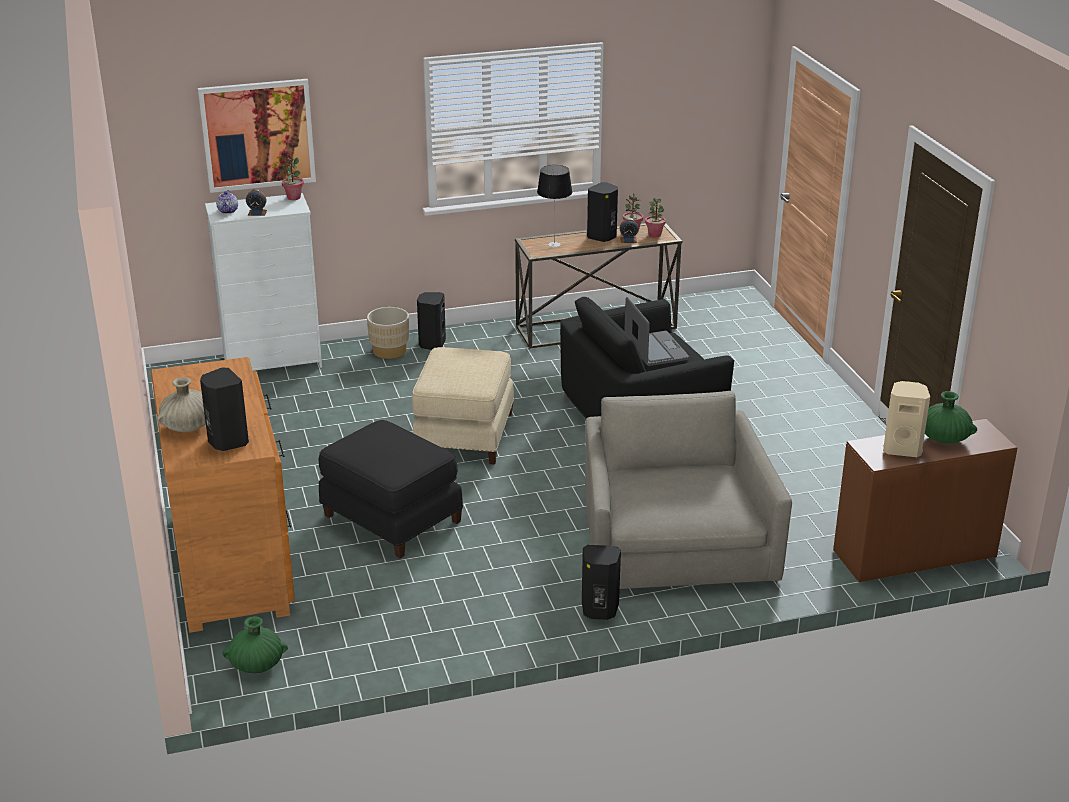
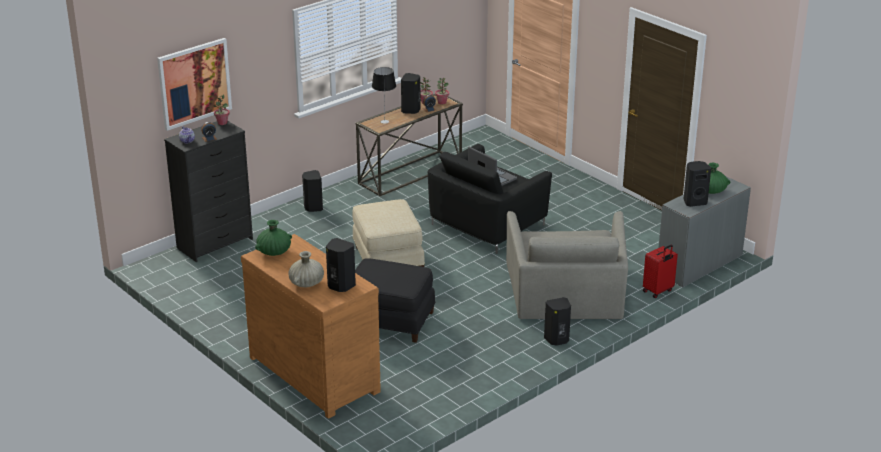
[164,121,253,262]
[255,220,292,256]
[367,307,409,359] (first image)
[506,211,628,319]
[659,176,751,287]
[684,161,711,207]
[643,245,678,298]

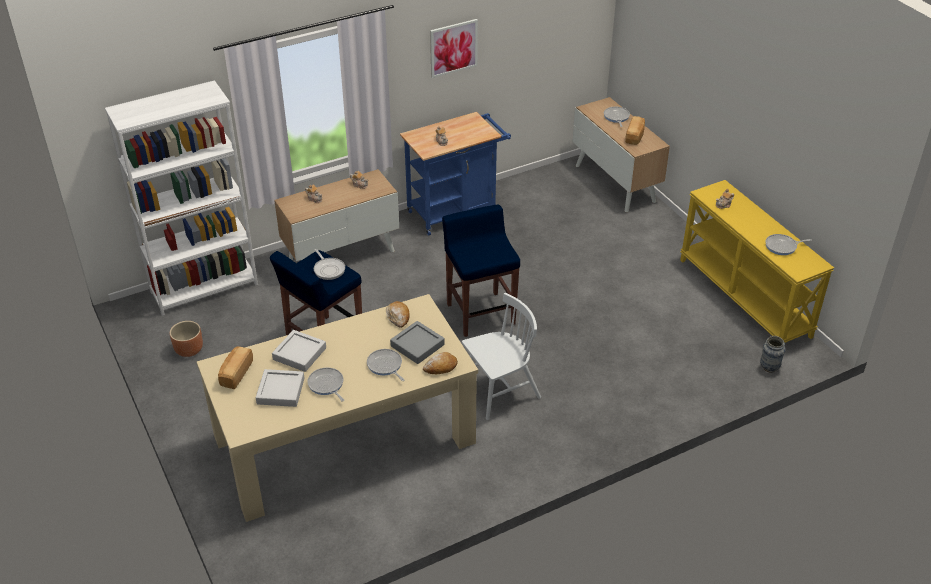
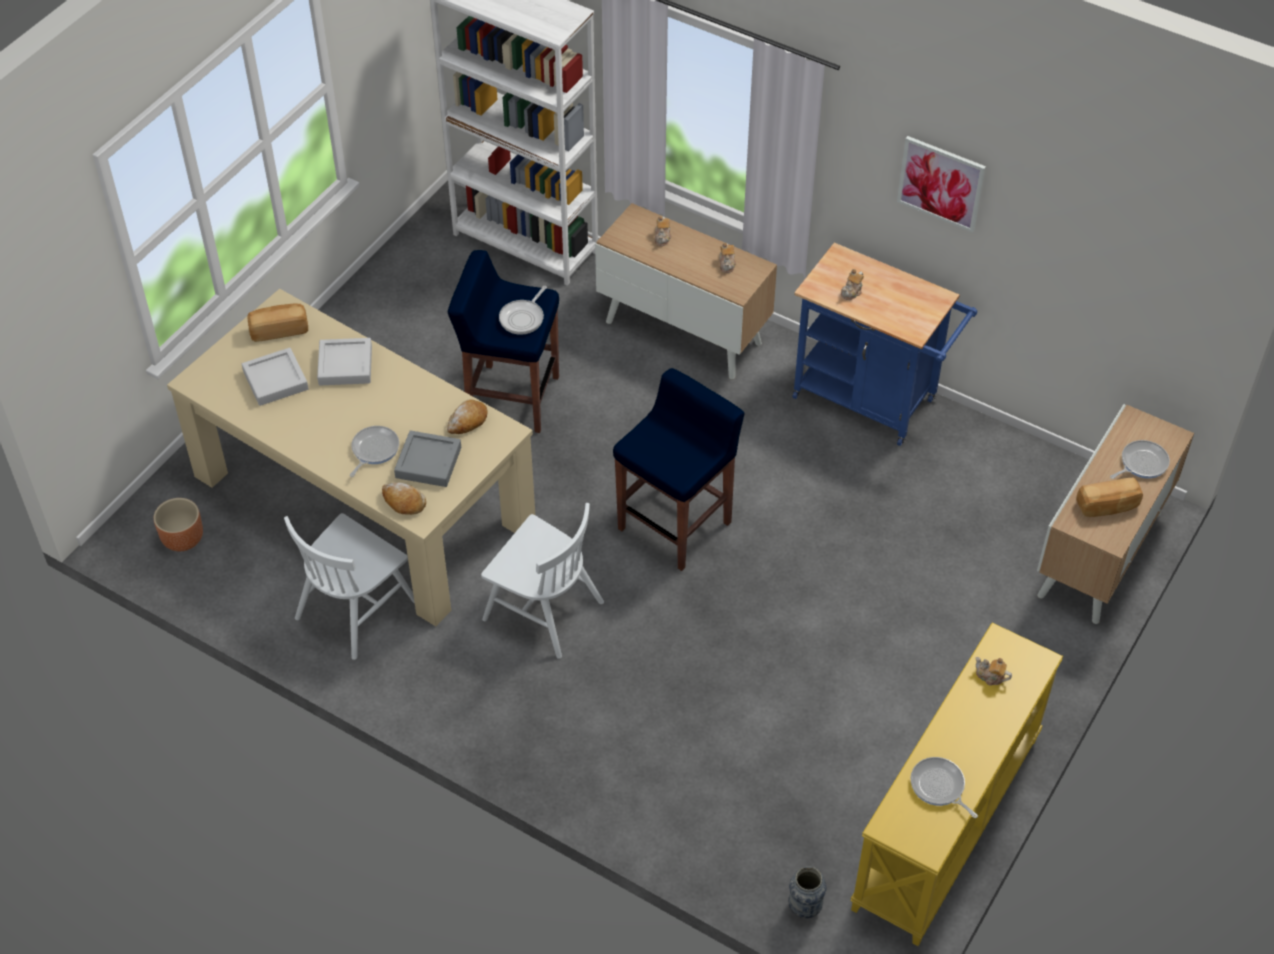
[154,498,203,551]
[307,368,344,402] (first image)
[284,513,415,660]

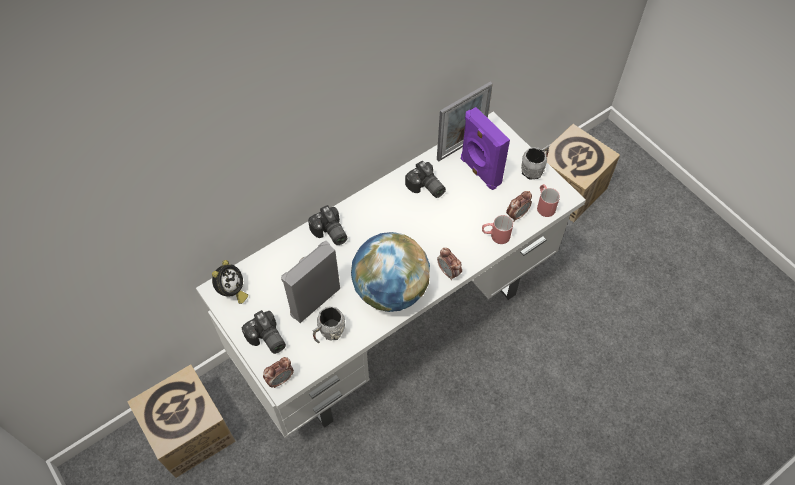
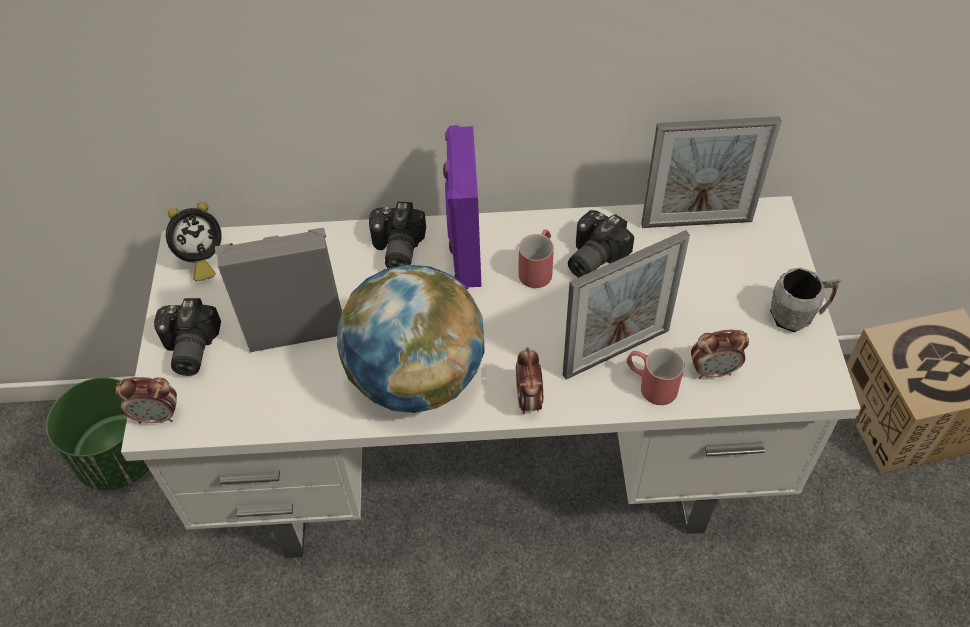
[46,377,149,490]
[312,307,345,343] (first image)
[568,210,634,278]
[443,125,482,289]
[518,229,554,288]
[563,230,690,380]

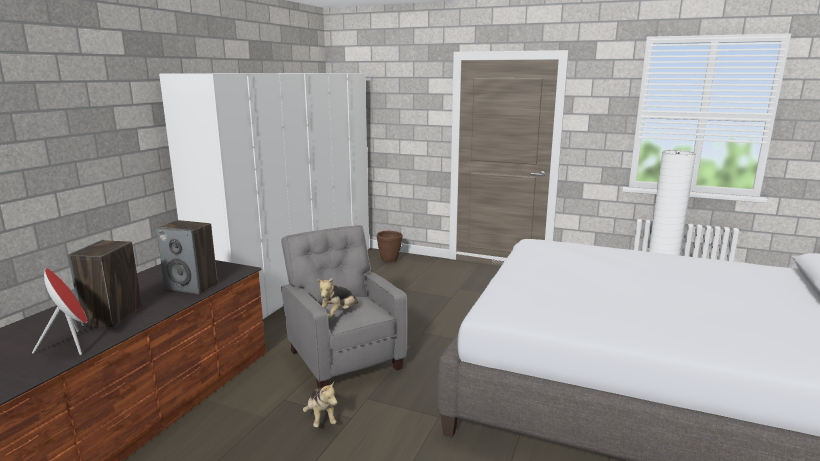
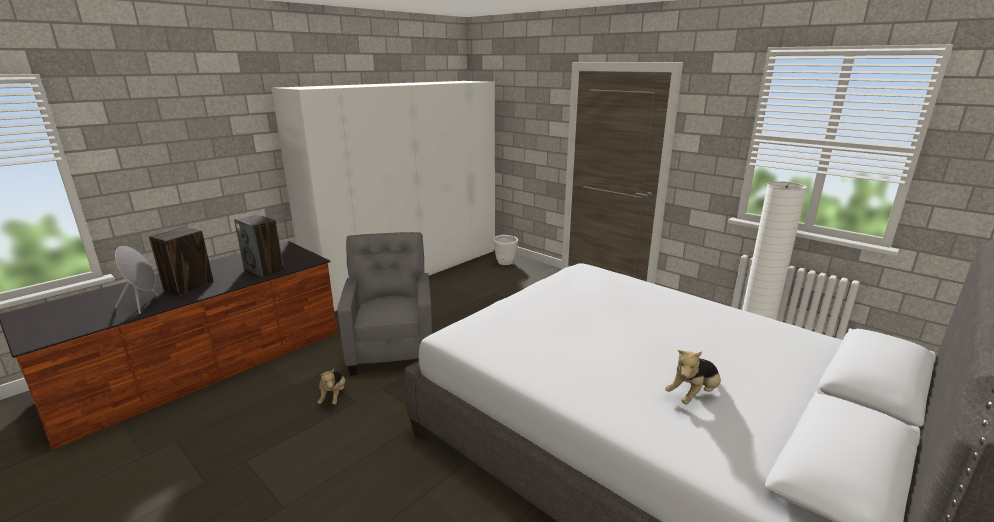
[115,246,158,314]
[665,350,721,404]
[493,235,518,265]

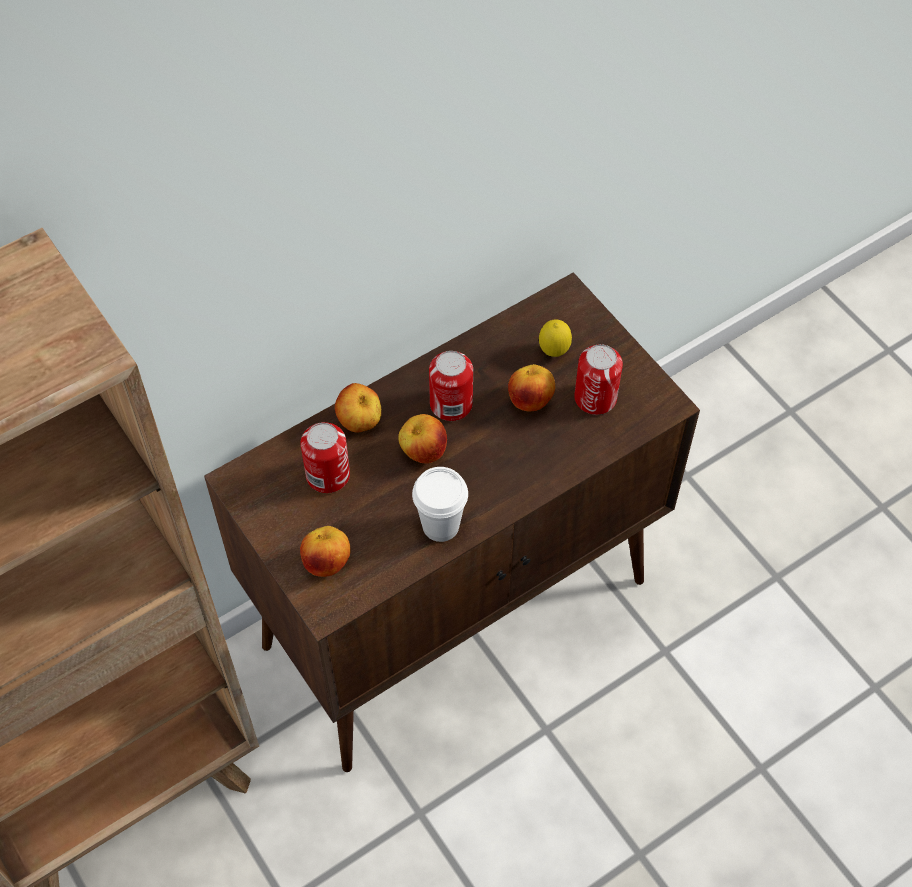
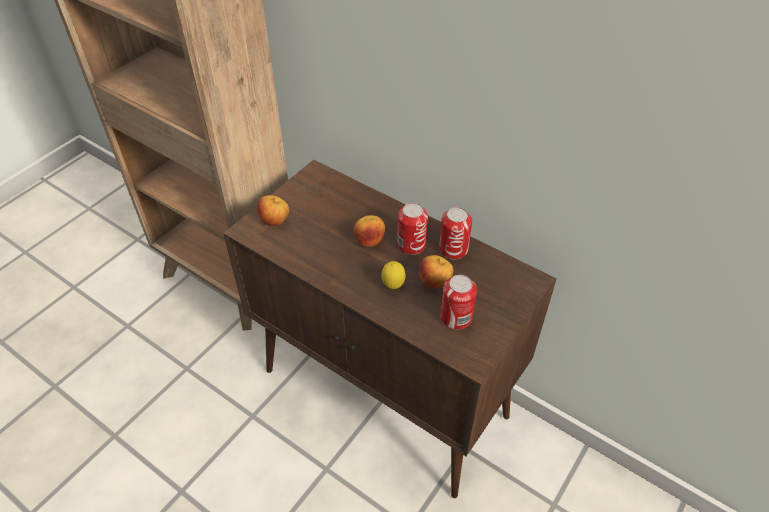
[439,207,472,259]
[335,383,381,433] (first image)
[412,467,468,542] (first image)
[381,261,406,289]

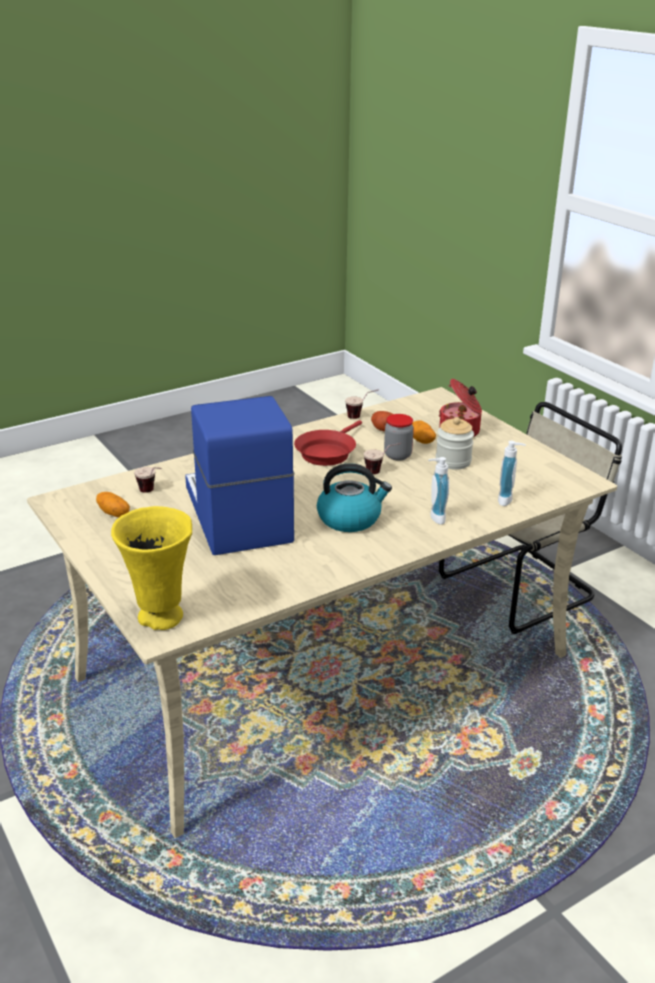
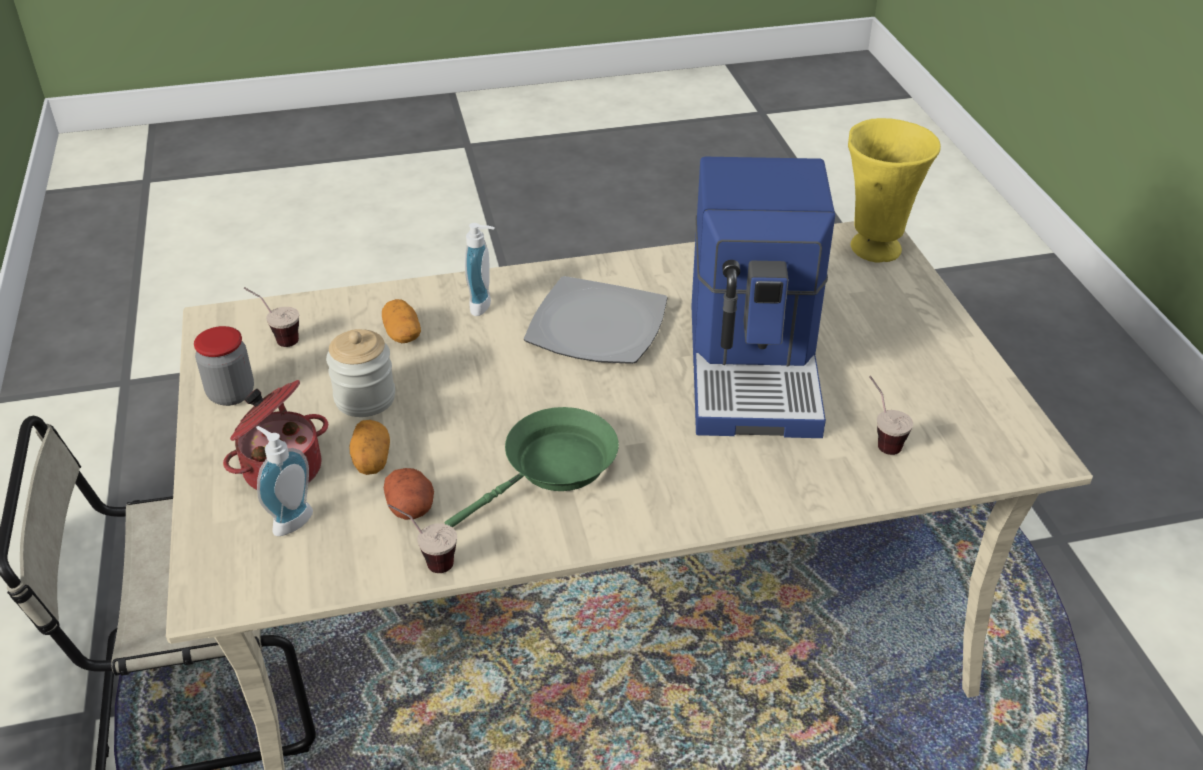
[382,299,421,343]
[445,407,619,528]
[524,276,667,364]
[244,287,299,347]
[194,326,254,406]
[256,426,313,536]

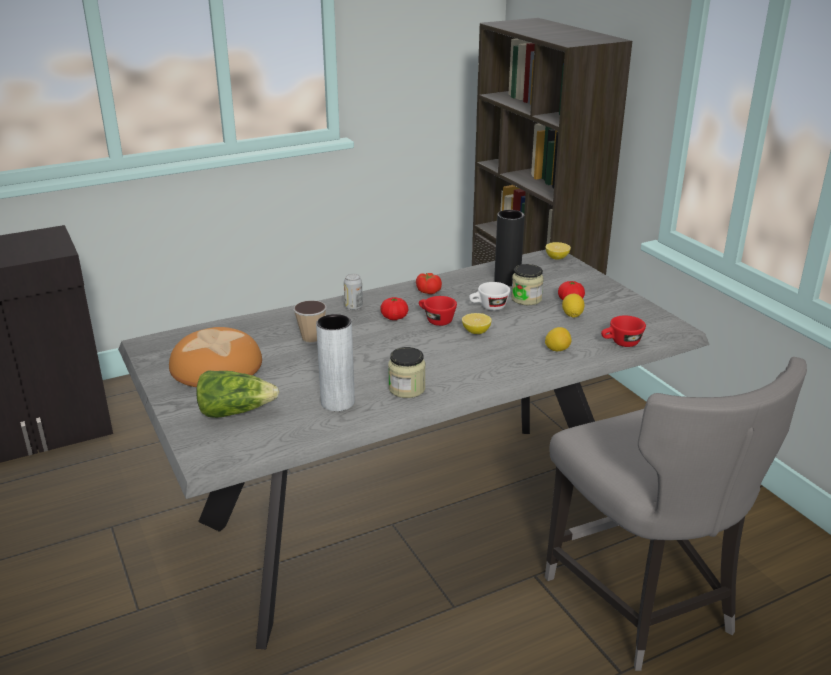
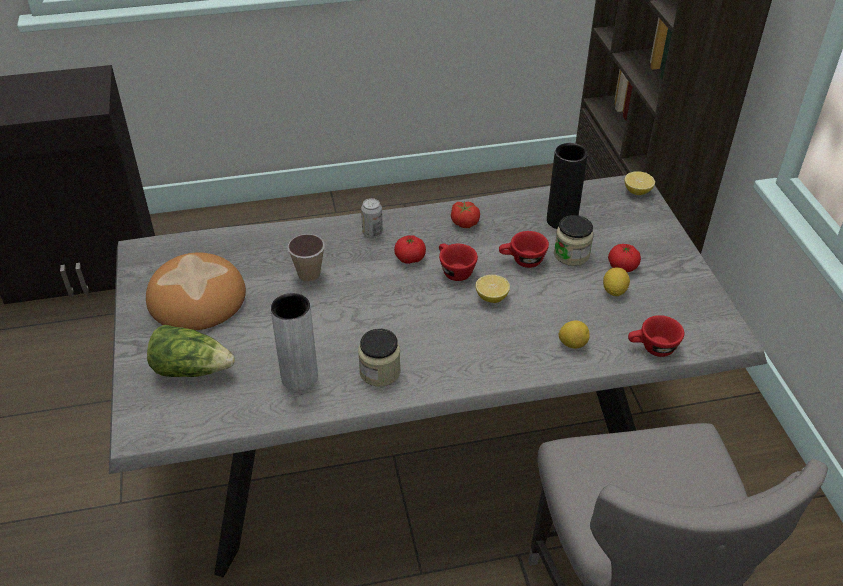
[499,231,549,268]

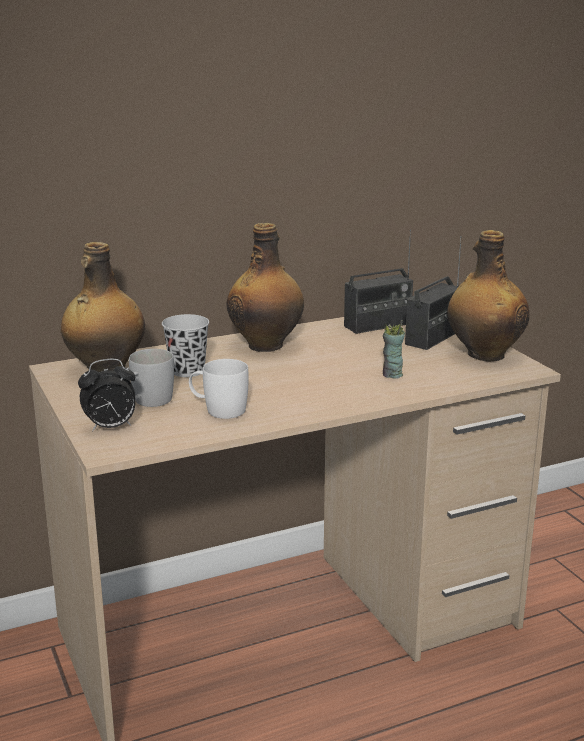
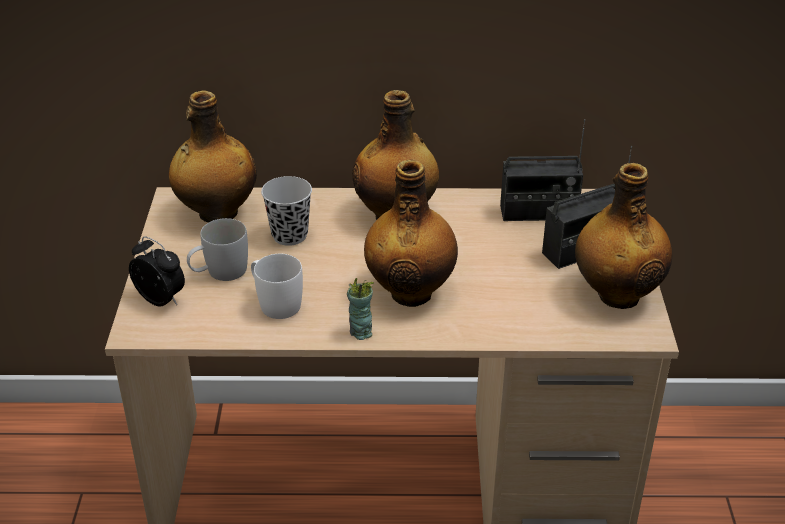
[129,236,185,306]
[347,278,374,340]
[364,160,458,307]

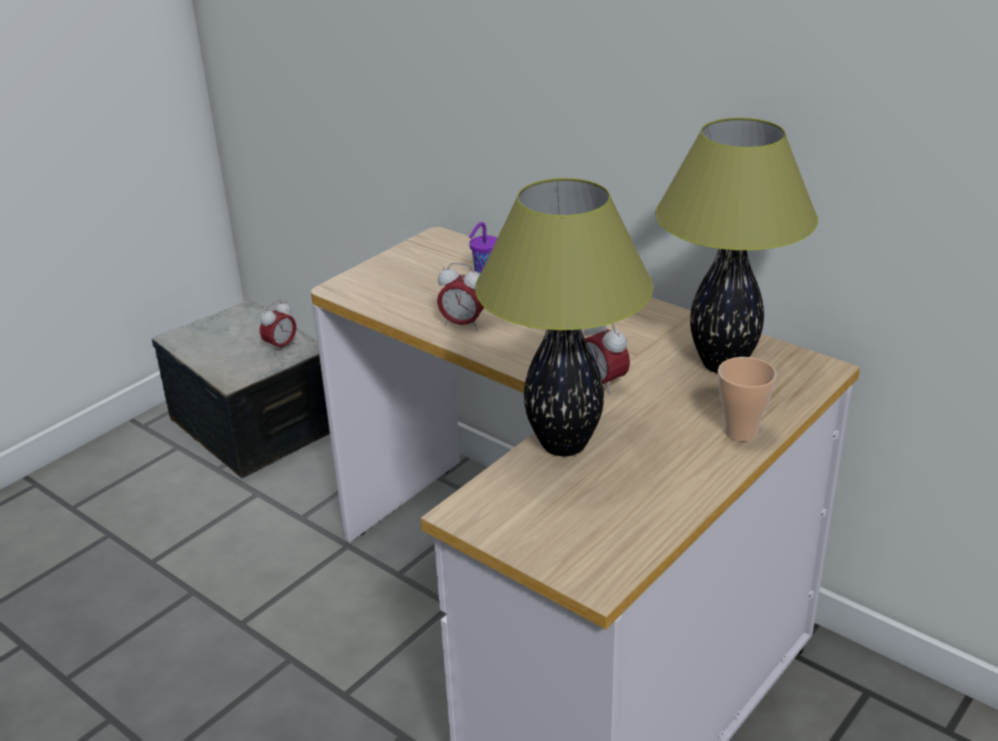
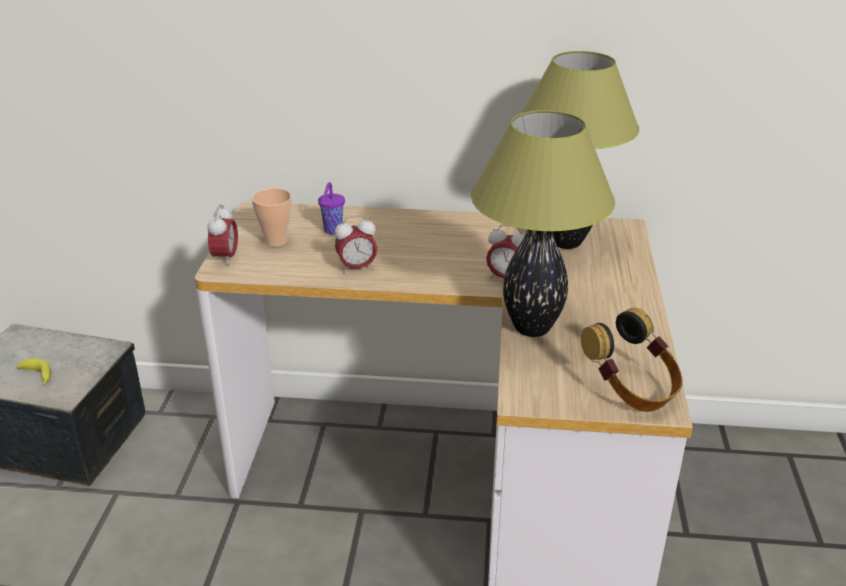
[208,204,238,266]
[251,188,292,247]
[16,358,51,386]
[581,308,683,412]

